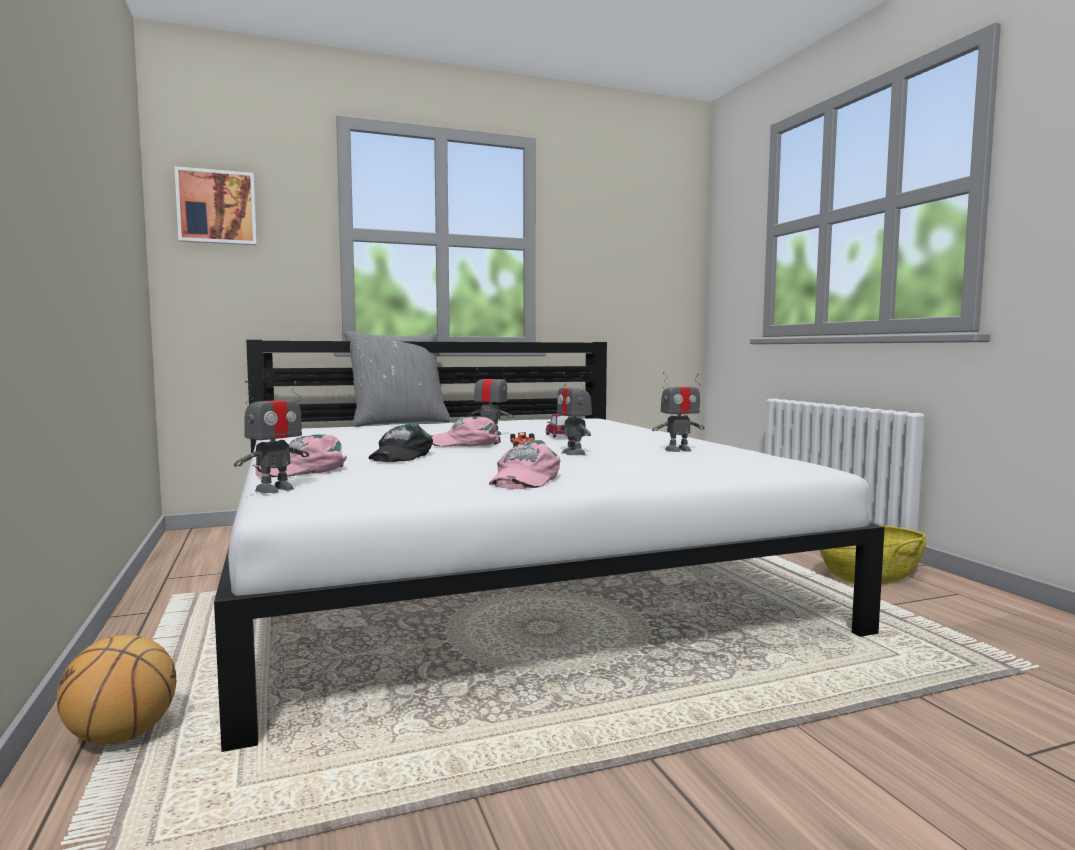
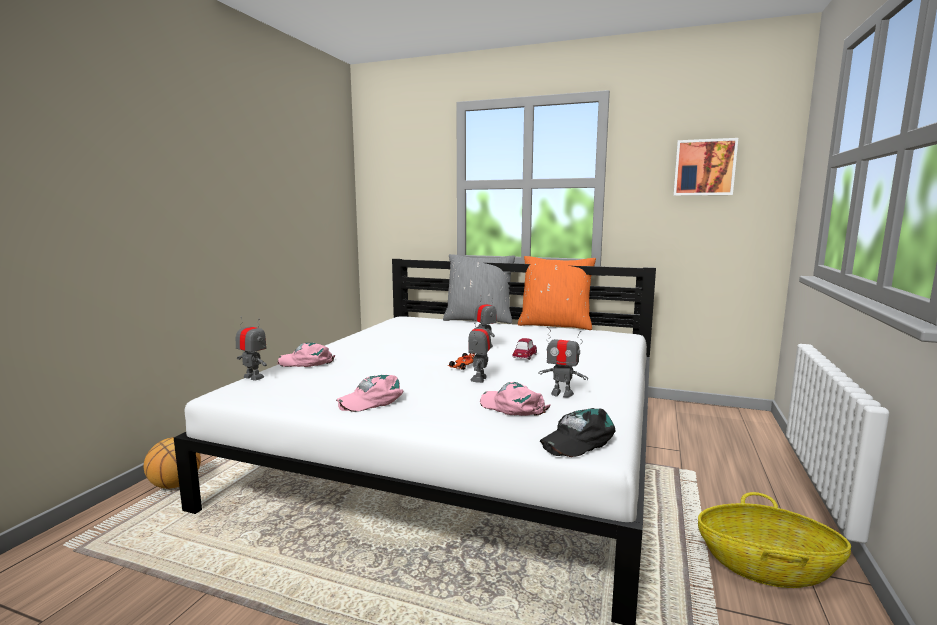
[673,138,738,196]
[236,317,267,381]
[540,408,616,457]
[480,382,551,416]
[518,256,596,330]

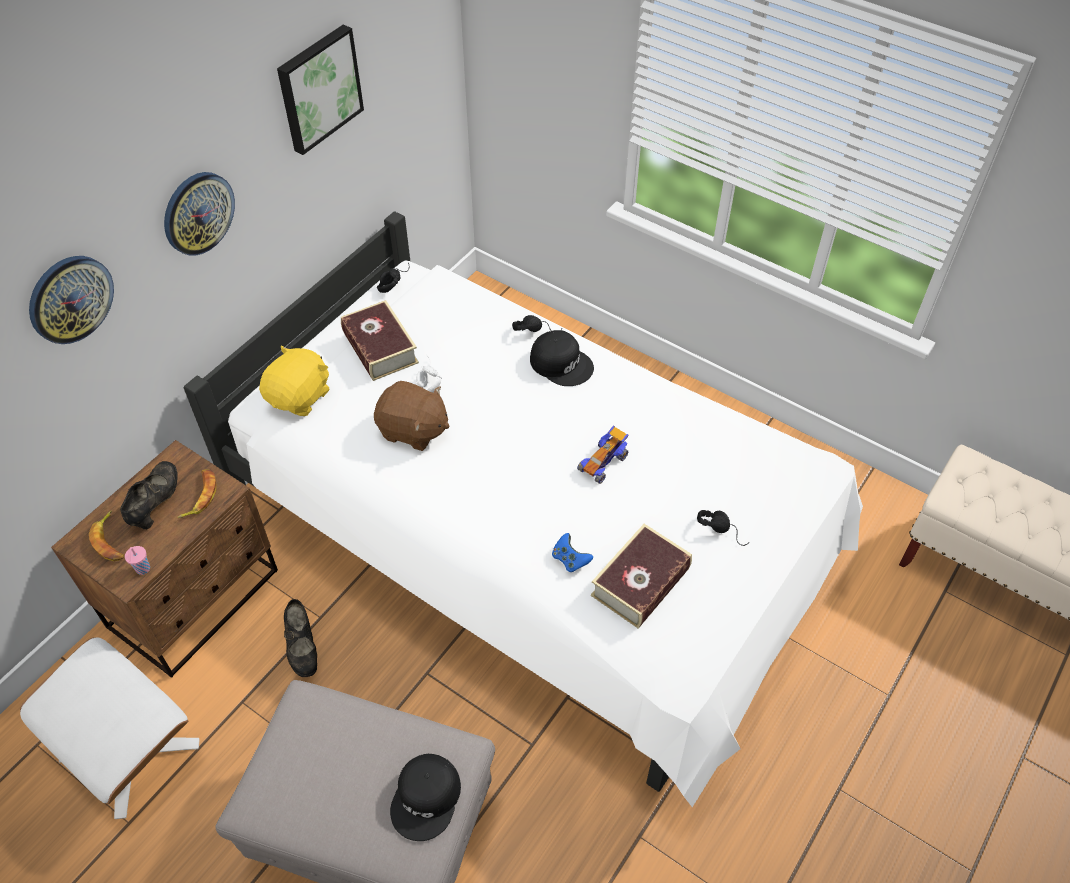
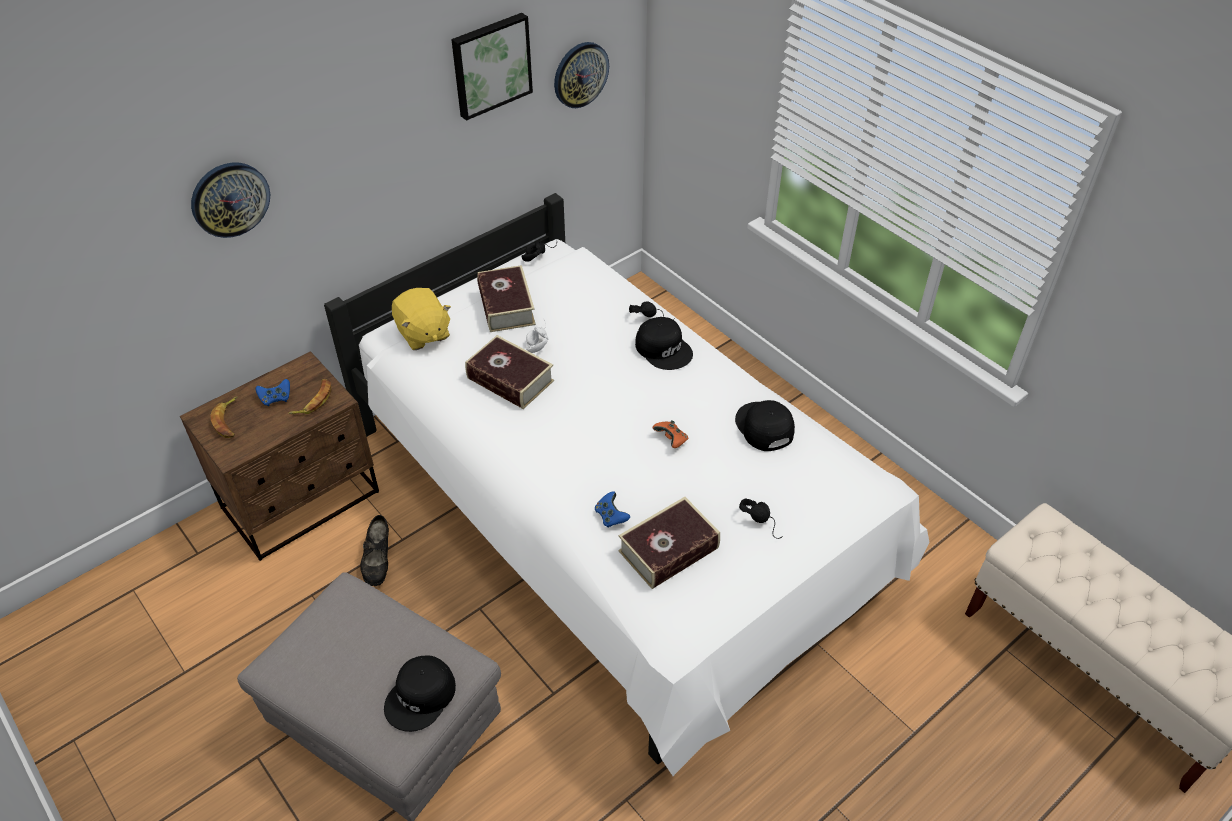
[20,637,200,819] (first image)
[256,379,290,406]
[125,546,150,575] (first image)
[554,42,609,108]
[392,288,451,350]
[465,335,554,409]
[653,420,689,448]
[735,400,795,451]

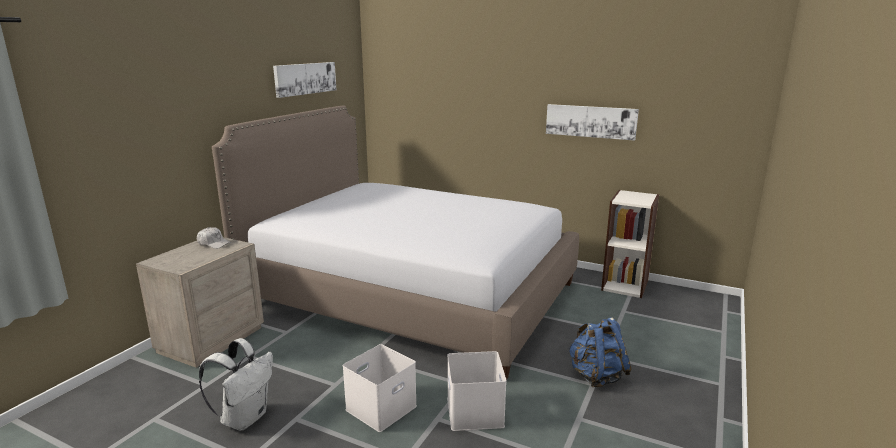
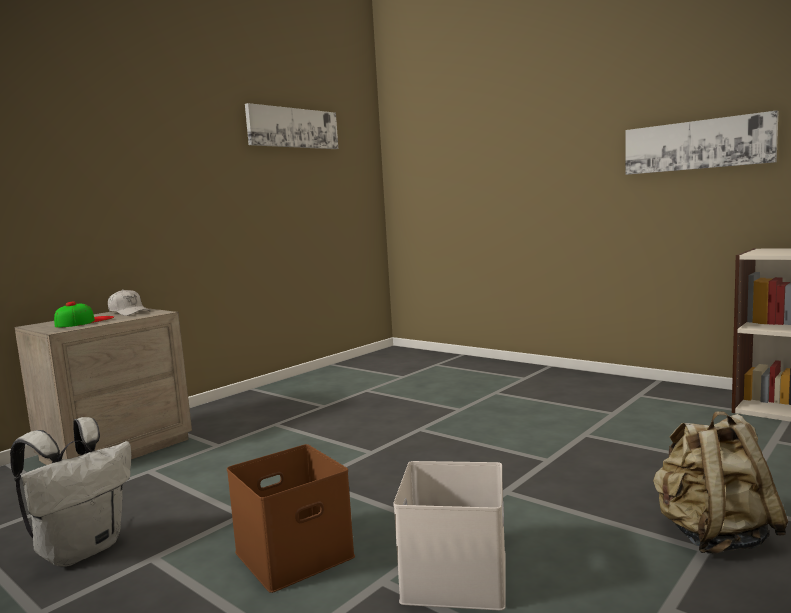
[212,105,579,381] (first image)
[227,444,355,593]
[653,411,788,554]
[54,301,114,327]

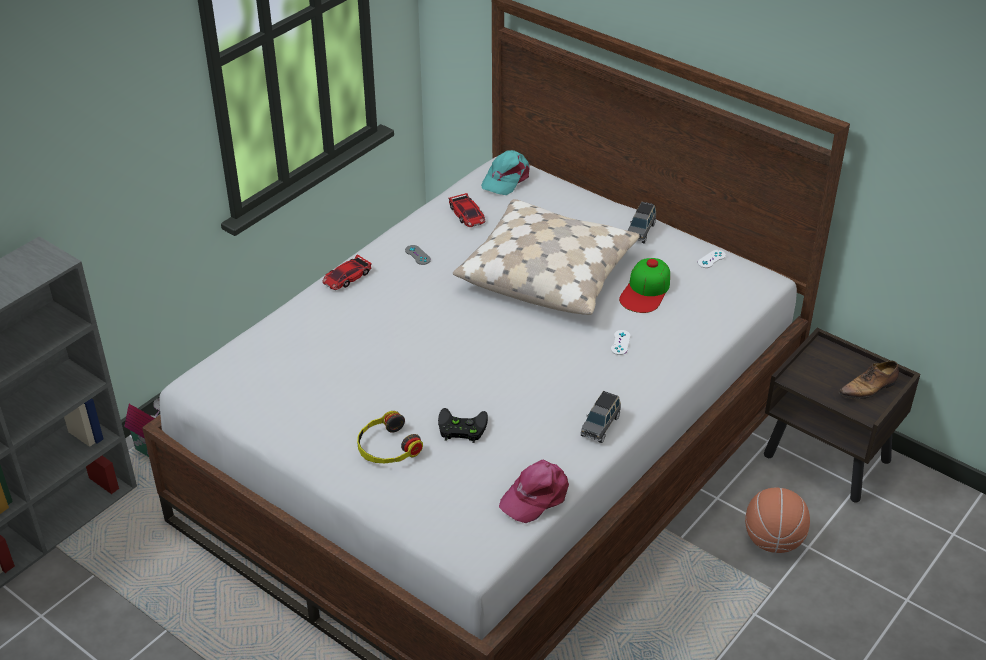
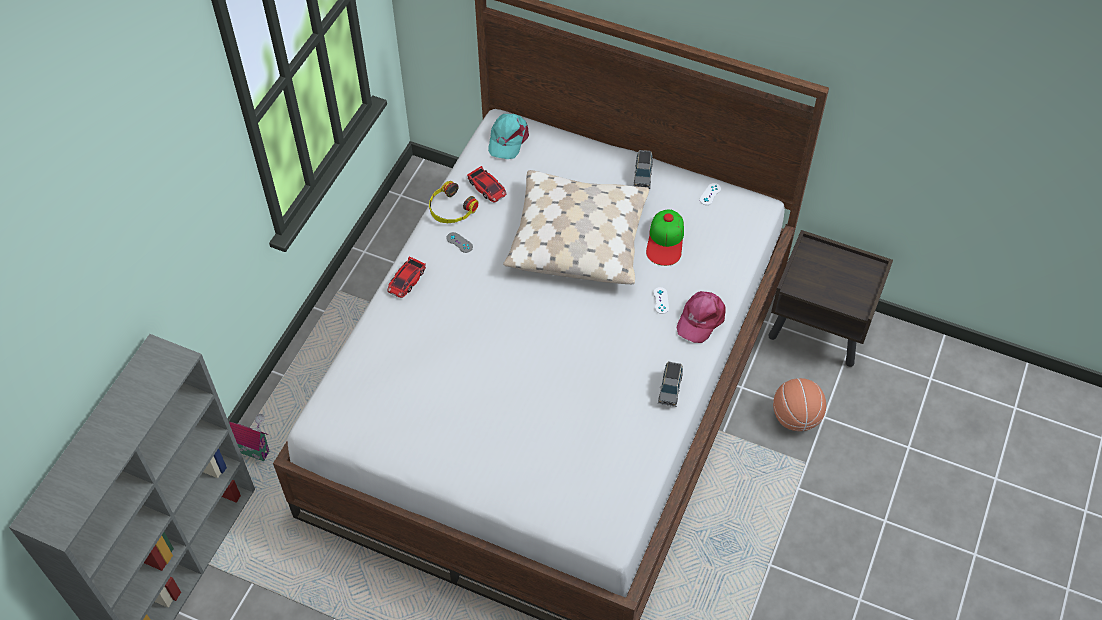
[429,181,478,223]
[438,408,488,443] (first image)
[676,291,726,343]
[839,360,899,399] (first image)

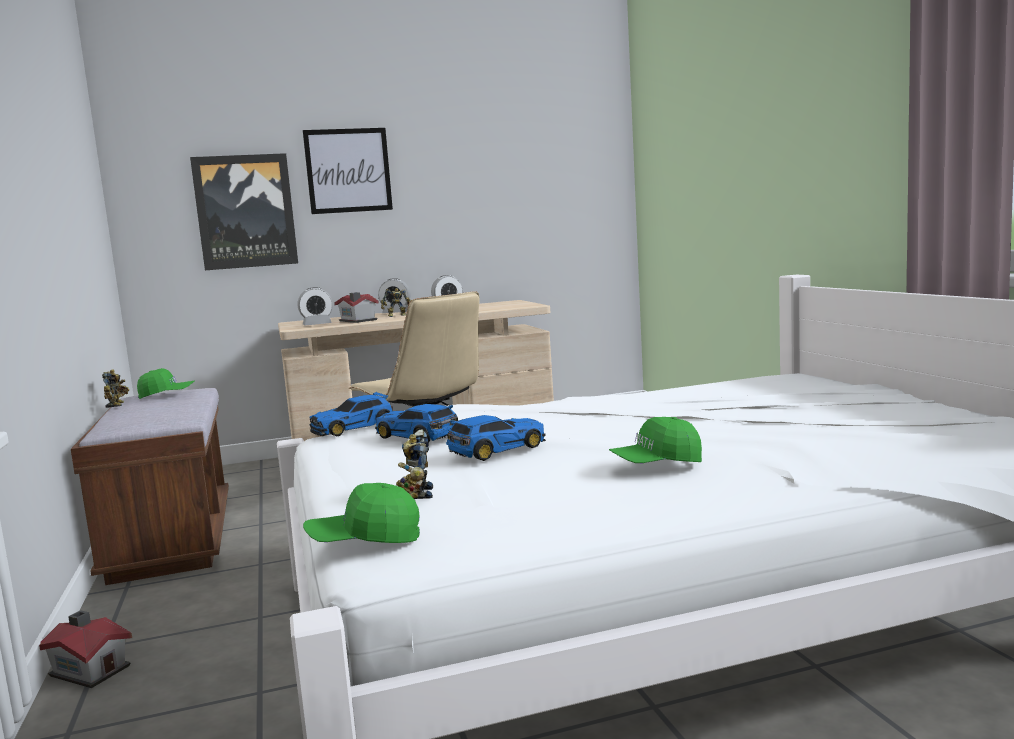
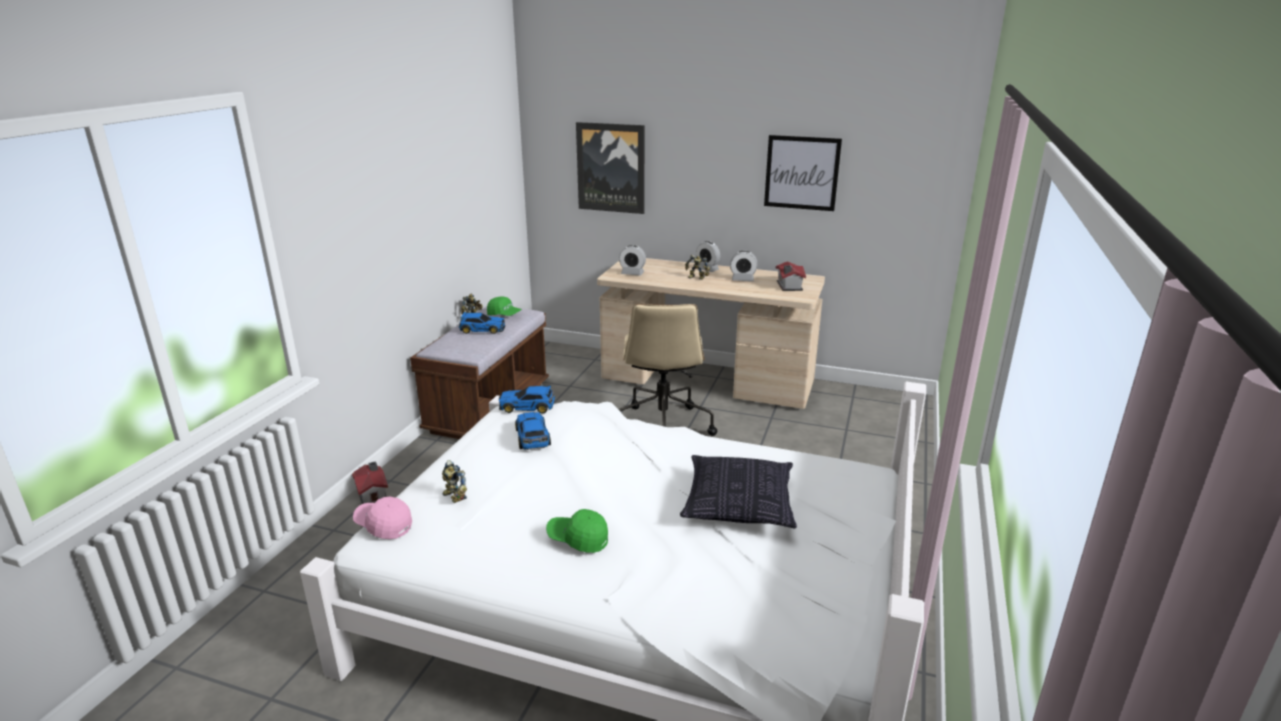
[764,135,842,211]
[353,496,412,539]
[776,261,806,291]
[442,460,467,503]
[459,312,505,334]
[680,455,797,528]

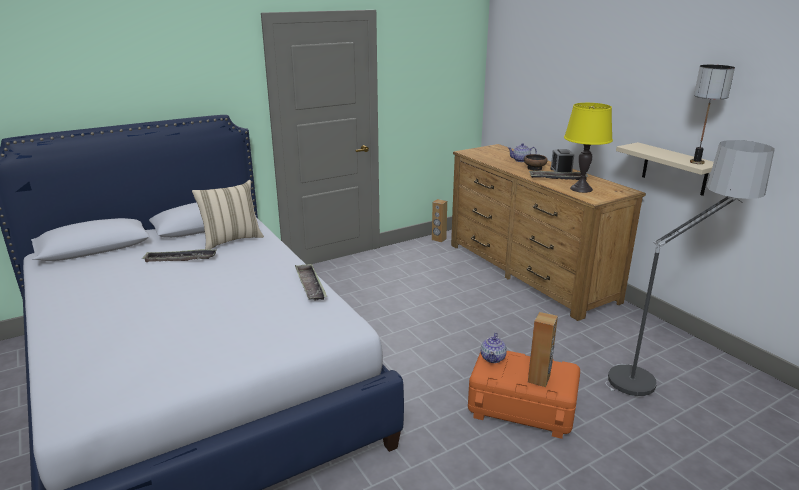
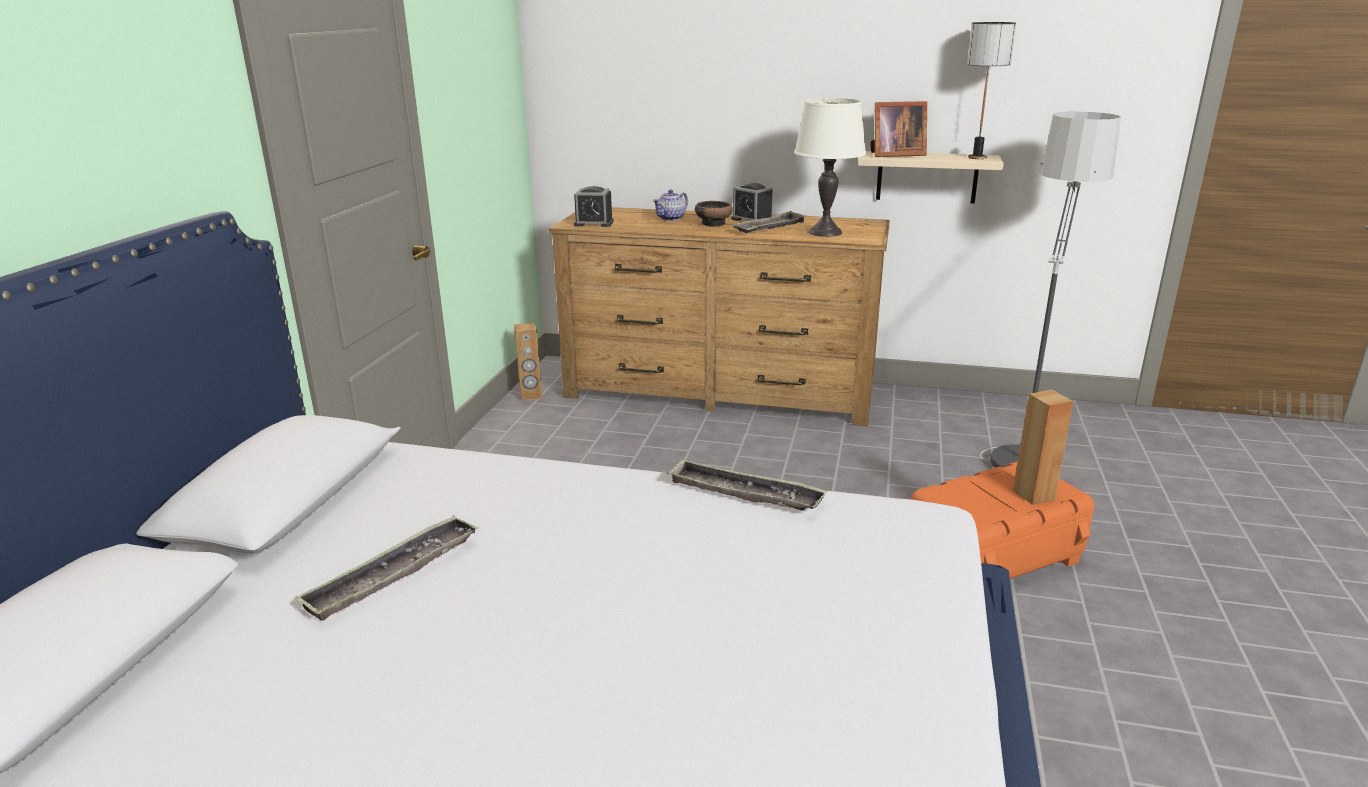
[192,180,264,249] (first image)
[481,333,507,363] (first image)
[794,98,866,237]
[574,186,614,227]
[871,101,927,157]

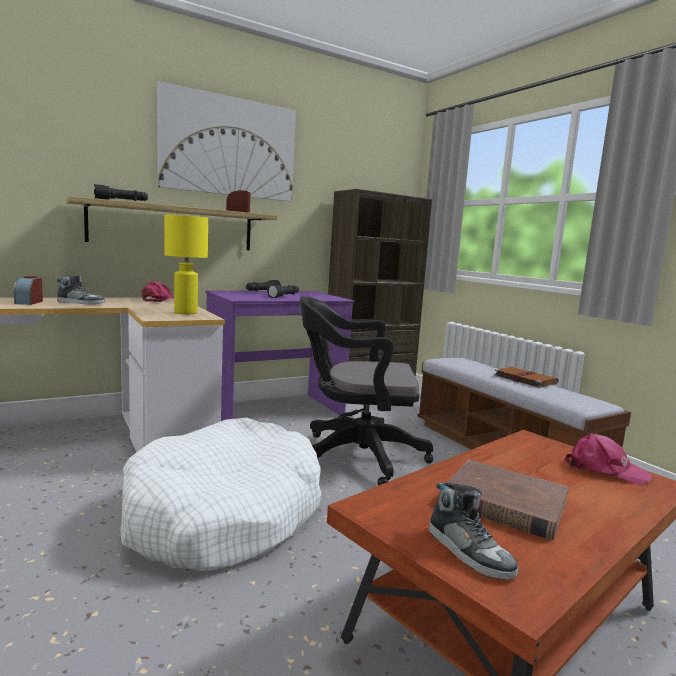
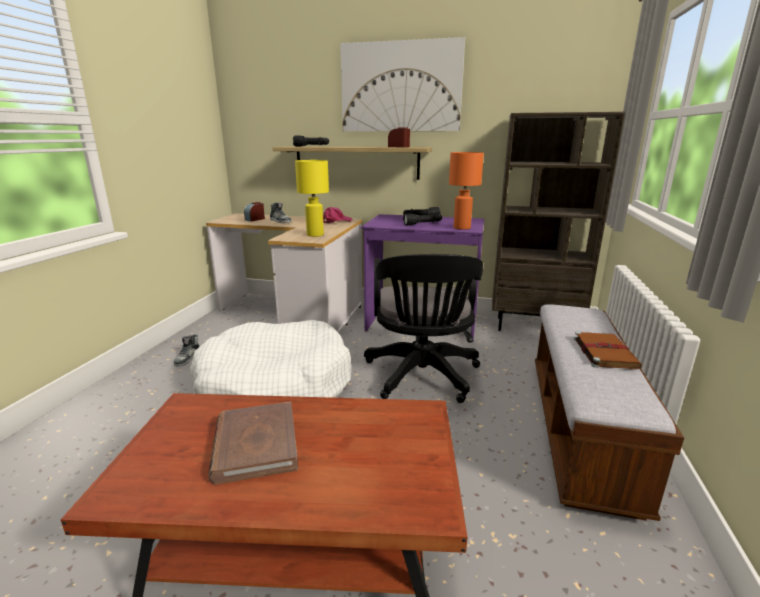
[364,254,483,403]
[174,335,200,367]
[565,433,652,485] (first image)
[449,152,484,230]

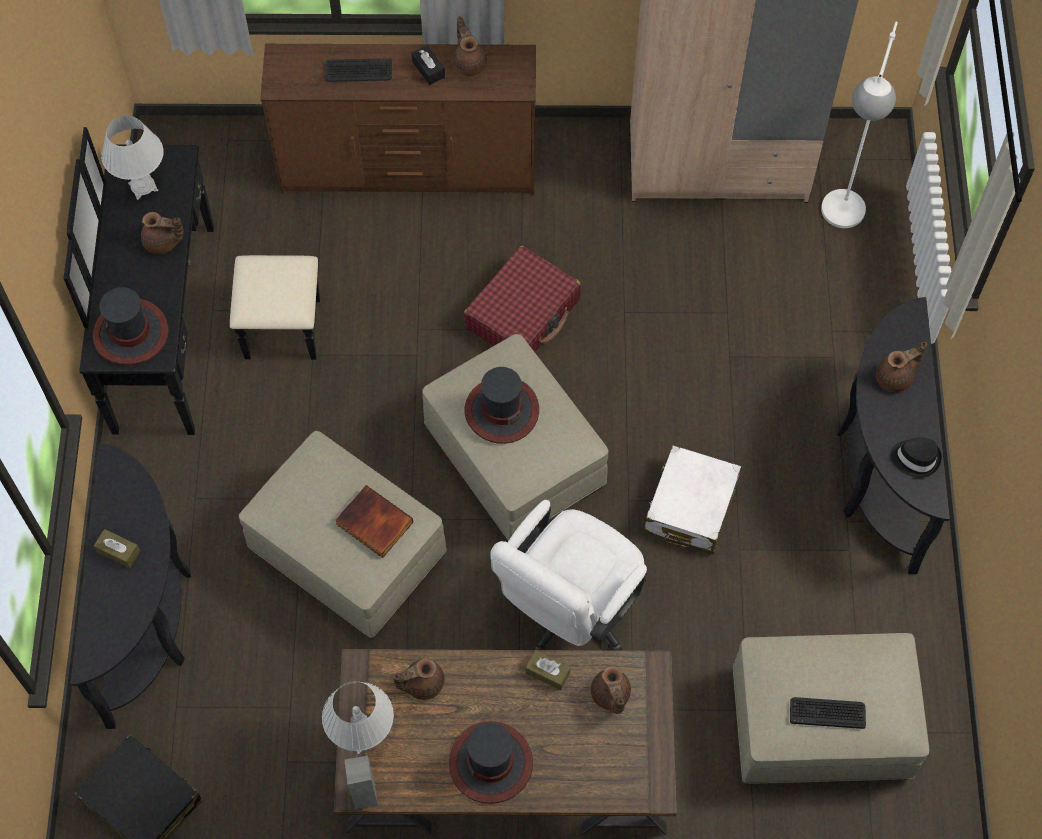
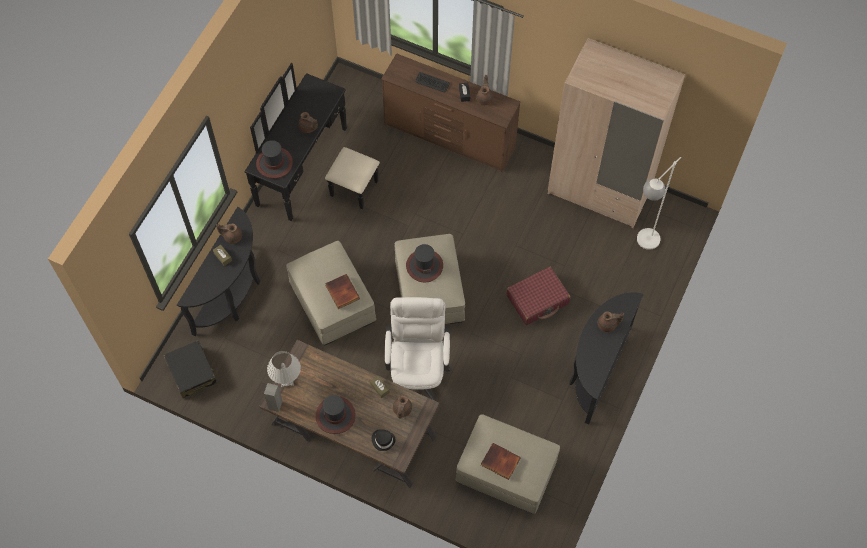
[101,116,164,200] (first image)
[216,223,242,244]
[507,267,570,325]
[385,297,451,401]
[644,445,741,554] (first image)
[481,443,521,480]
[372,429,395,451]

